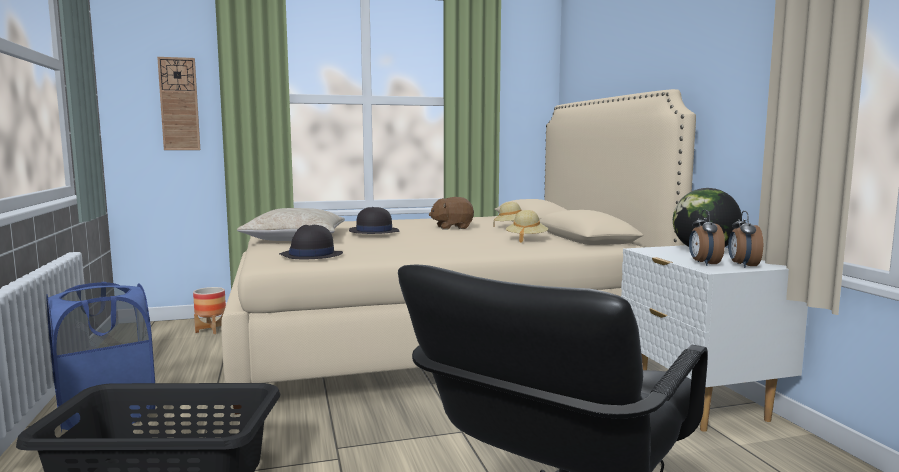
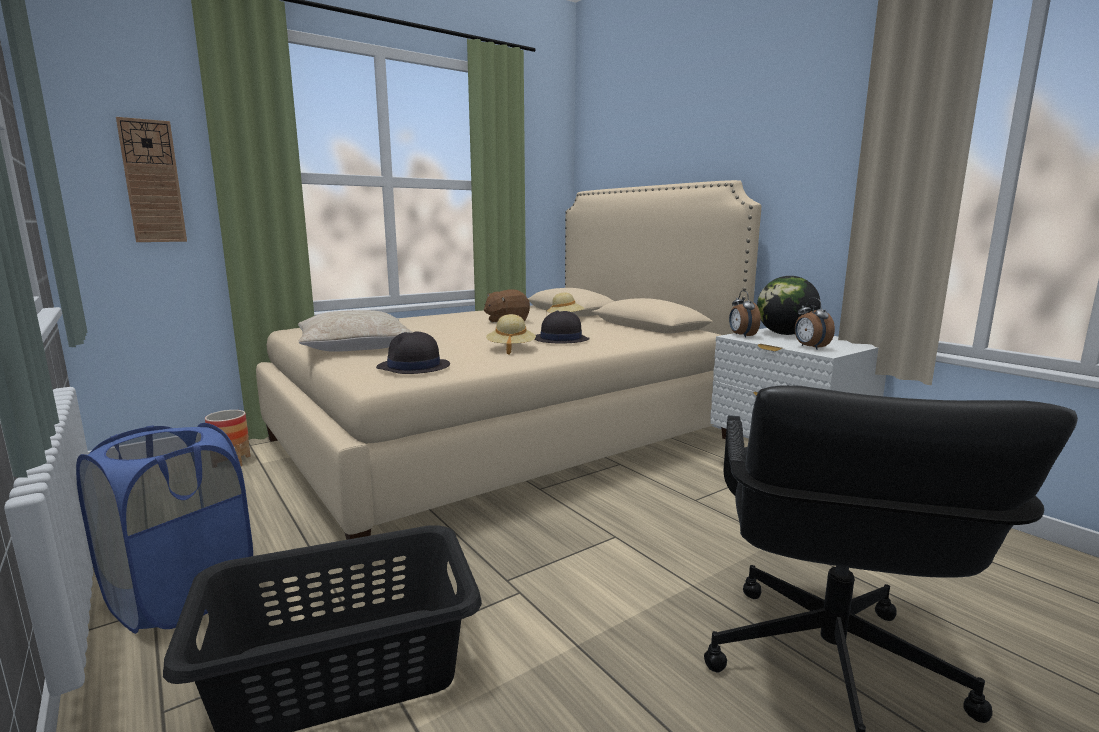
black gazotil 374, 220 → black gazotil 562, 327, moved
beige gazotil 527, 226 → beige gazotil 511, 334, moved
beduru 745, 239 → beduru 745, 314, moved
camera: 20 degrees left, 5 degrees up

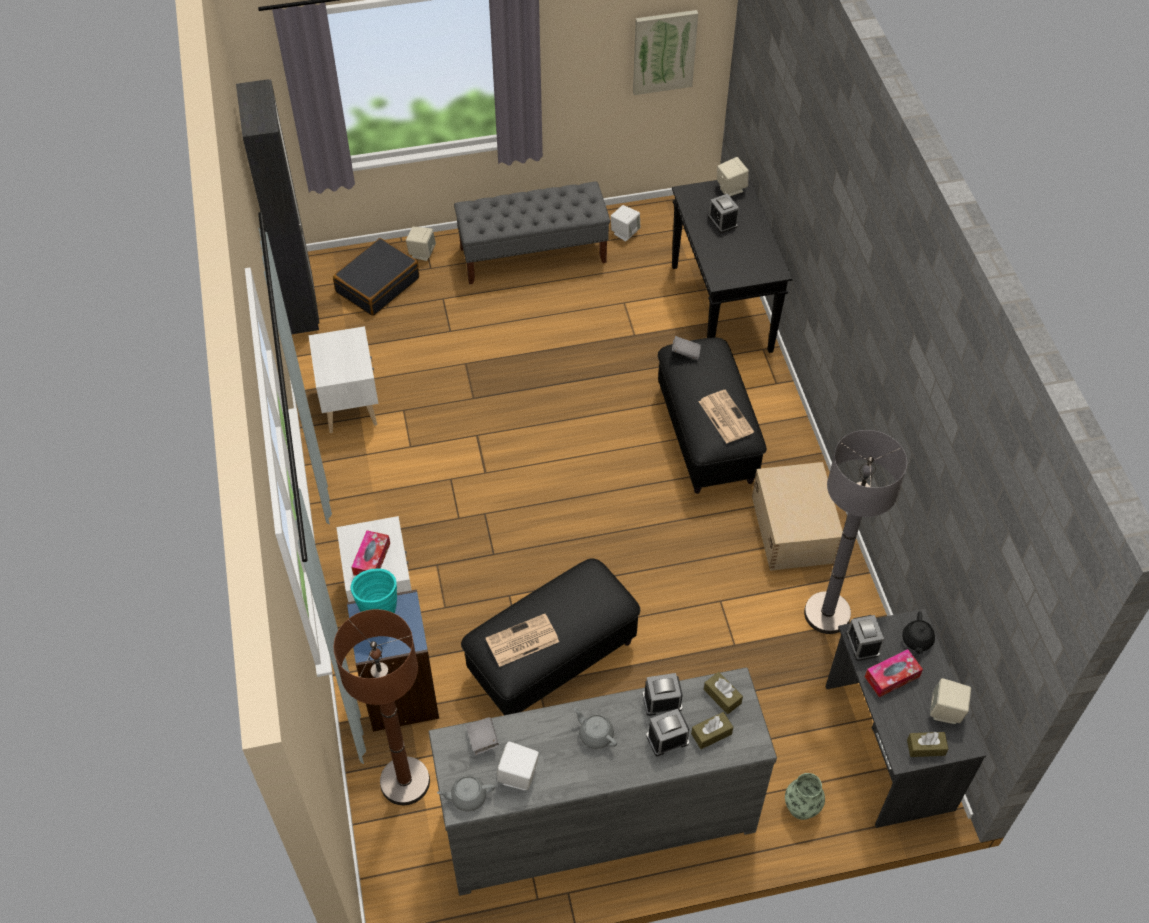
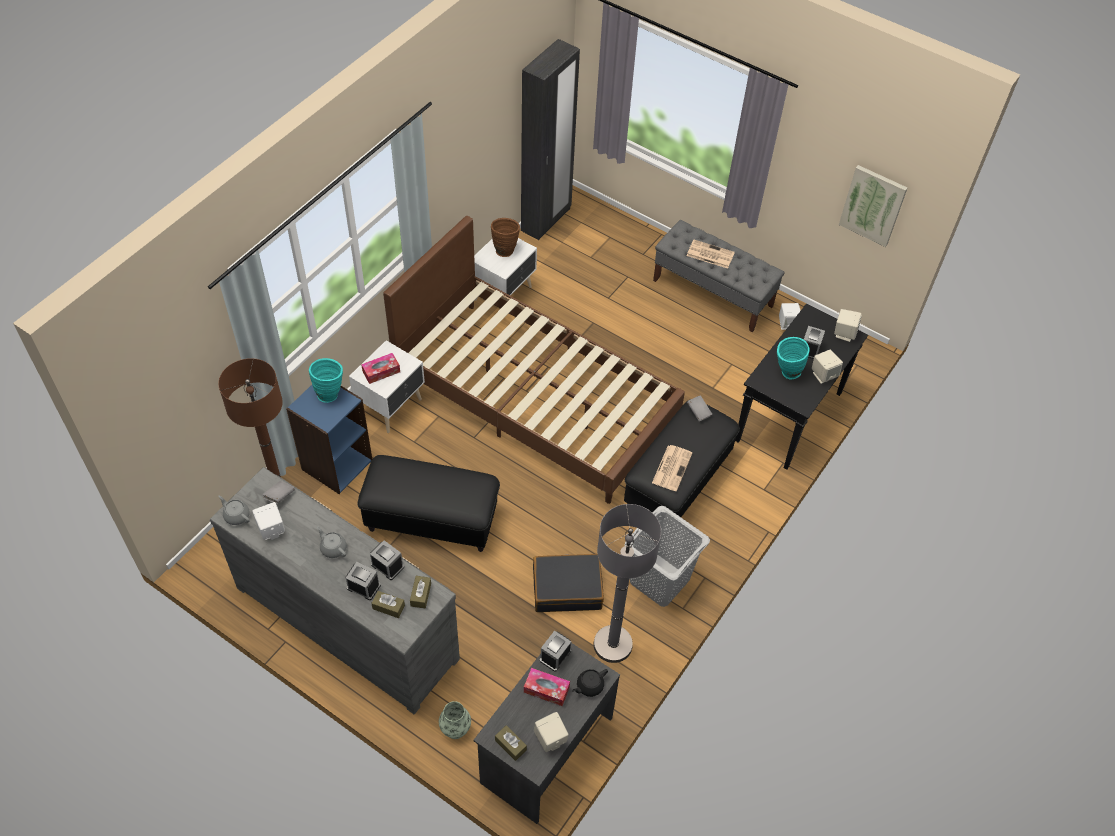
- → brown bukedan 534, 360
- → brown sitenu 505, 237
- → turquoise sitenu 793, 358
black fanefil 376, 277 → black fanefil 568, 583, moved
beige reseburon 421, 244 → beige reseburon 827, 367, moved
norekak 522, 640 → norekak 711, 254, moved
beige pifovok 797, 516 → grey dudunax 667, 556
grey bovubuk 595, 728 → grey bovubuk 332, 542, 45 degrees counterclockwise
camera: 45 degrees right, 0 degrees up

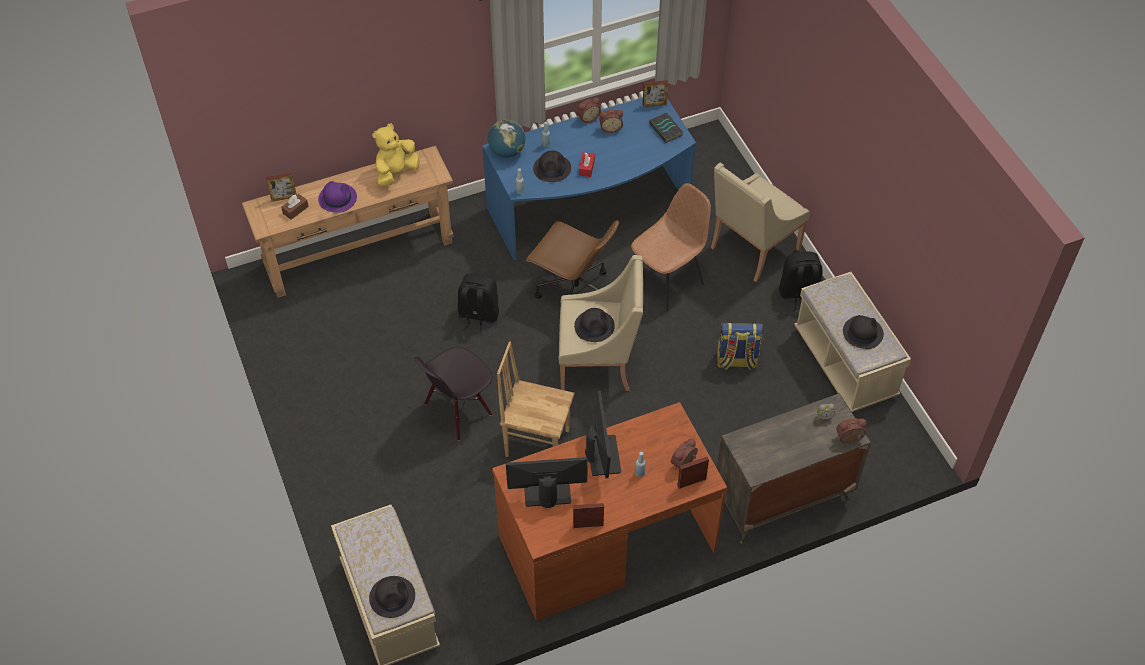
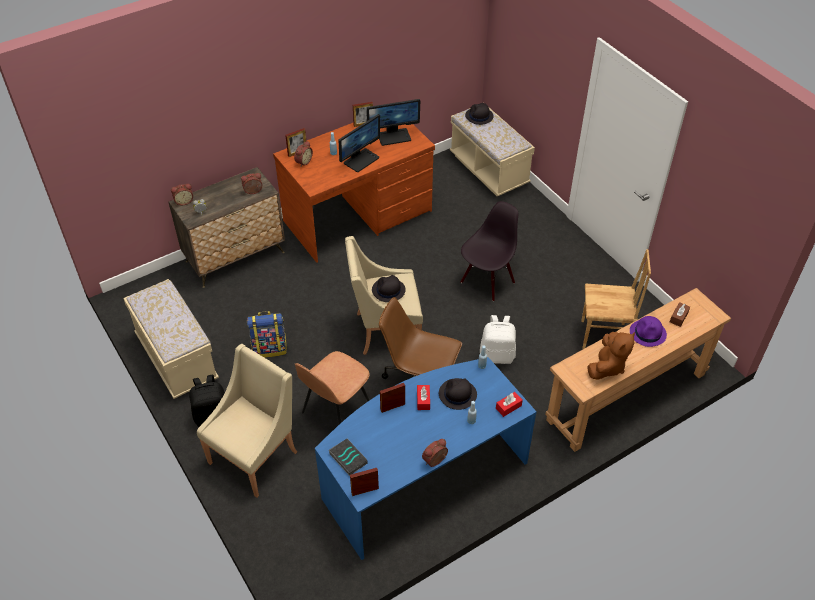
black gazotil 863, 332 → -
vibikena 281, 187 → vibikena 392, 398, moved
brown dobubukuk 535, 399 → brown dobubukuk 616, 299, moved
beduru 611, 121 → beduru 252, 183, moved
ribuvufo 506, 139 → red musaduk 509, 404
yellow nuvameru 396, 155 → brown nuvameru 611, 356
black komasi 478, 303 → white komasi 498, 339
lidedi 603, 434 → lidedi 359, 143, 120 degrees counterclockwise
camera: 170 degrees right, 5 degrees down

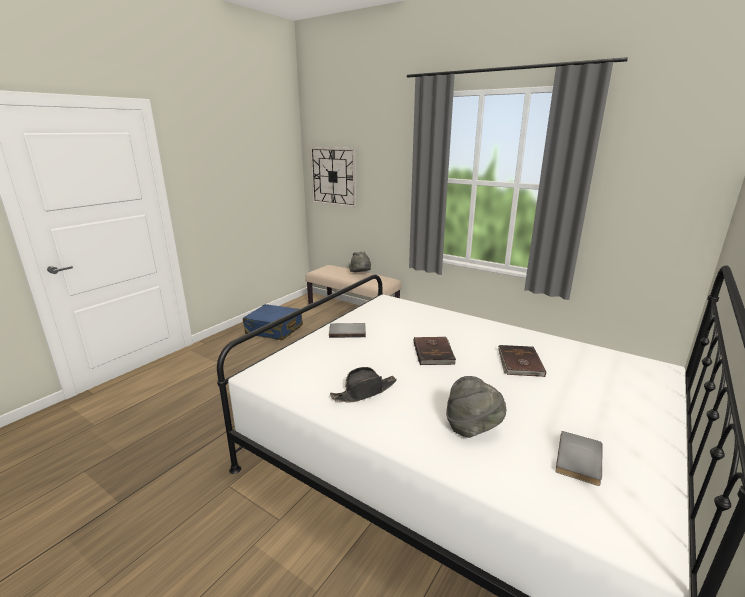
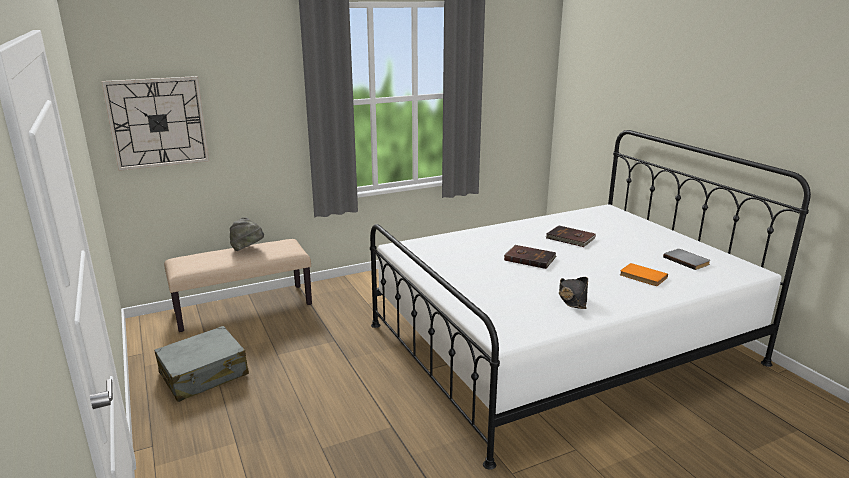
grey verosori 347, 330 → -
grey gazotil 476, 407 → orange verosori 644, 274
blue fanefil 273, 322 → grey fanefil 201, 364
camera: 60 degrees left, 0 degrees up

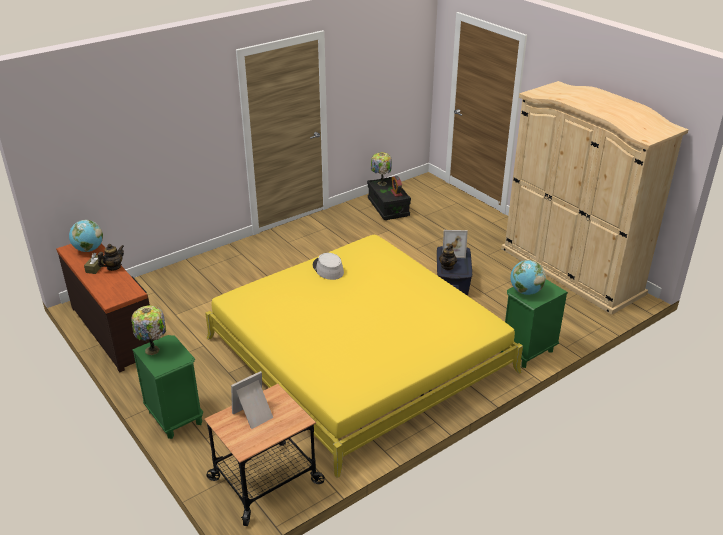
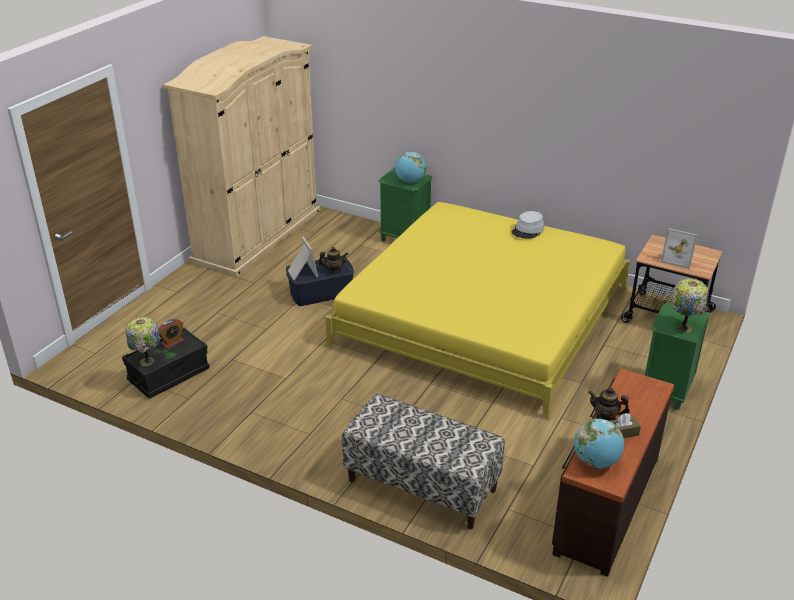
- → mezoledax 423, 461
grey gazotil 328, 266 → grey gazotil 528, 225, moved
camera: 115 degrees left, 0 degrees up

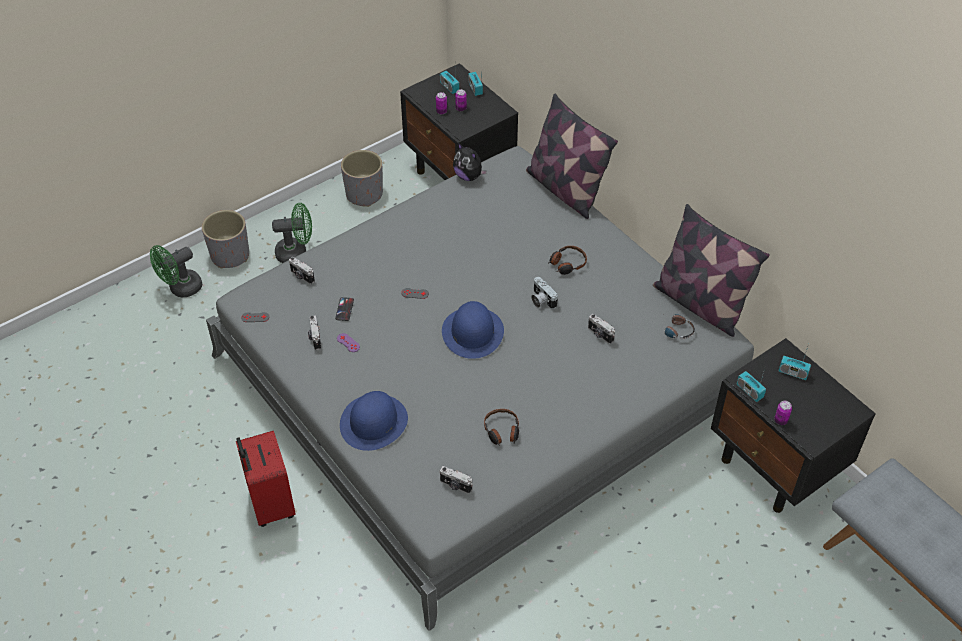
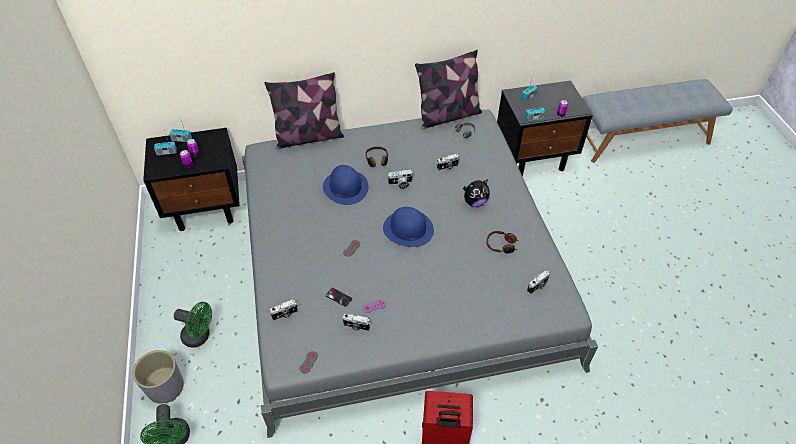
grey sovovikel 362, 178 → -
blue gazotil 374, 421 → blue gazotil 346, 185, moved
nuvameru 470, 162 → nuvameru 476, 193, moved
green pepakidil 292, 233 → green pepakidil 193, 325, 90 degrees clockwise
camera: 65 degrees left, 0 degrees up

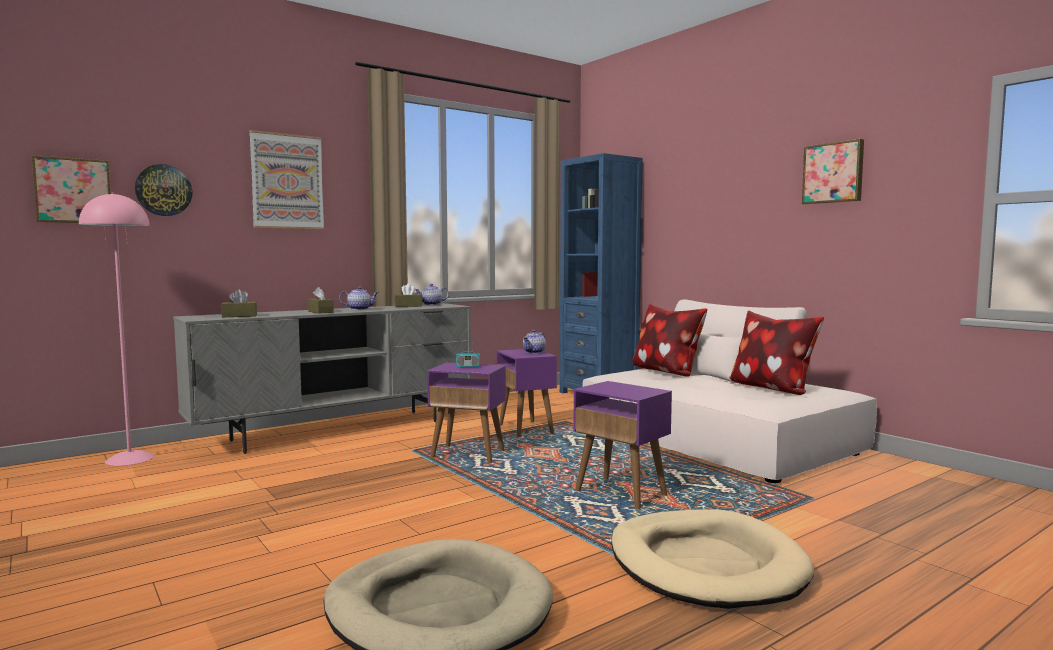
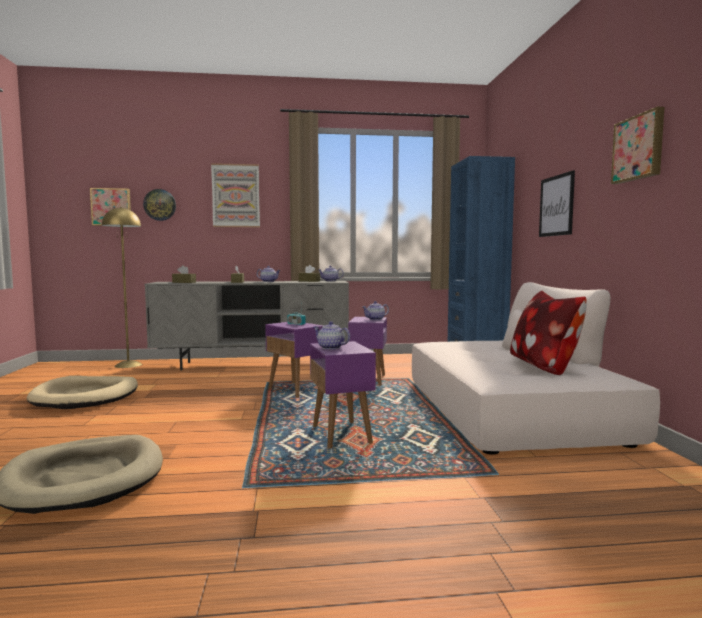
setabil 669, 340 → -
- → bovubuk 332, 335
- → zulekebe 557, 203
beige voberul 712, 559 → beige voberul 82, 392, moved
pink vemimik 116, 329 → yellow vemimik 122, 287
camera: 30 degrees right, 0 degrees up

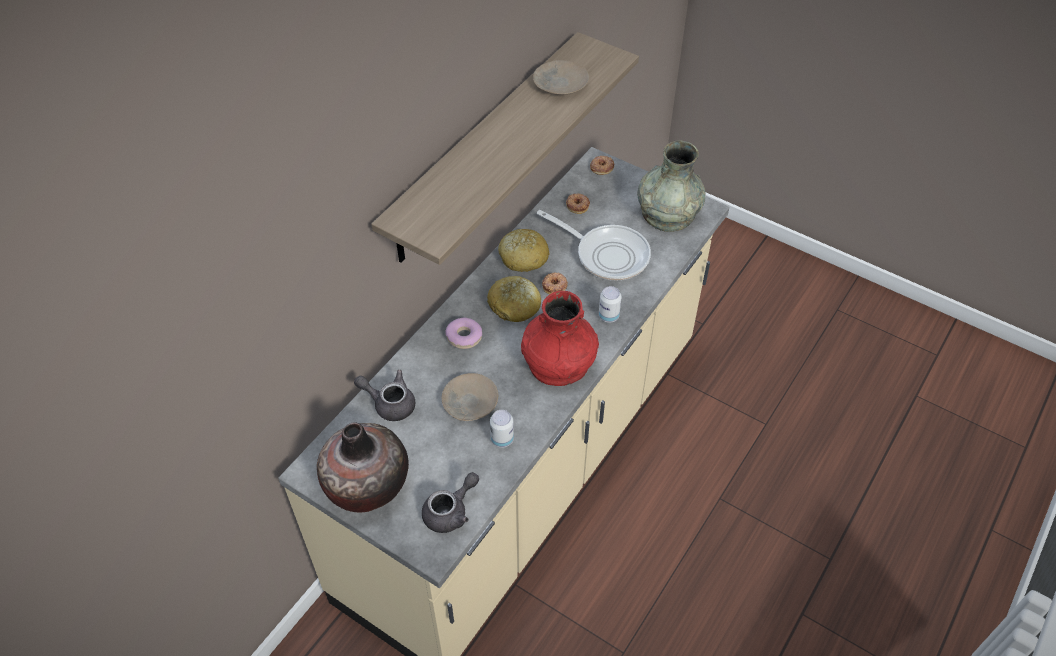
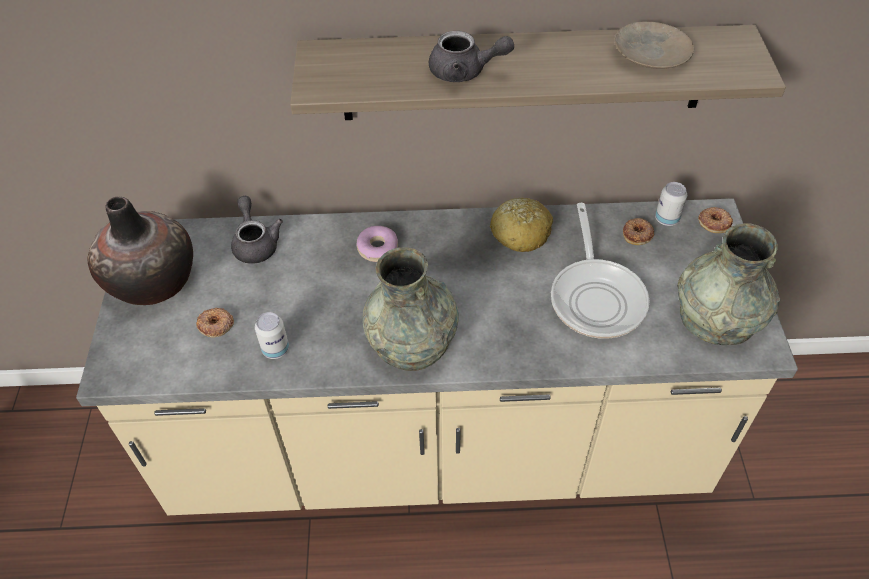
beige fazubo 470, 397 → -
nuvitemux 514, 299 → -
grey bovubuk 450, 502 → grey bovubuk 471, 56, moved
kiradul 555, 283 → kiradul 215, 322, moved
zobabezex 610, 304 → zobabezex 671, 204, moved
red sitenu 560, 338 → grey sitenu 411, 309
camera: 55 degrees right, 0 degrees up

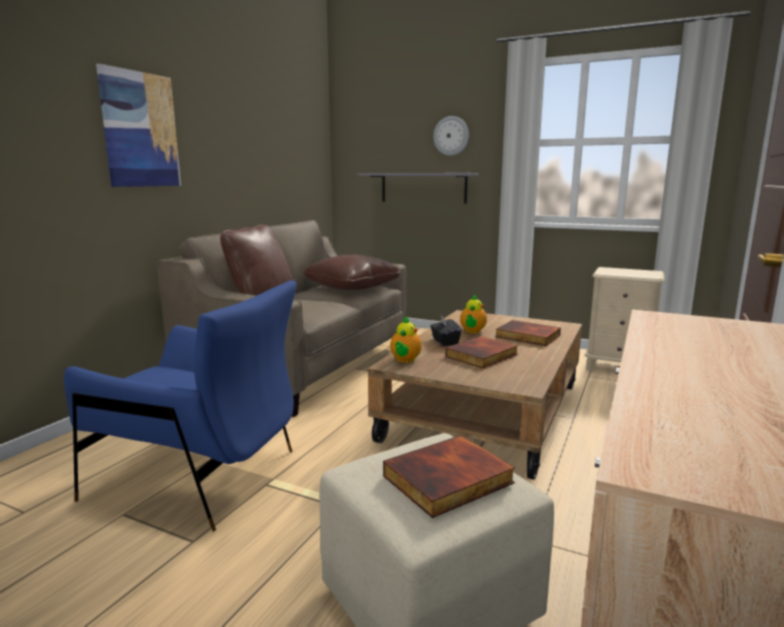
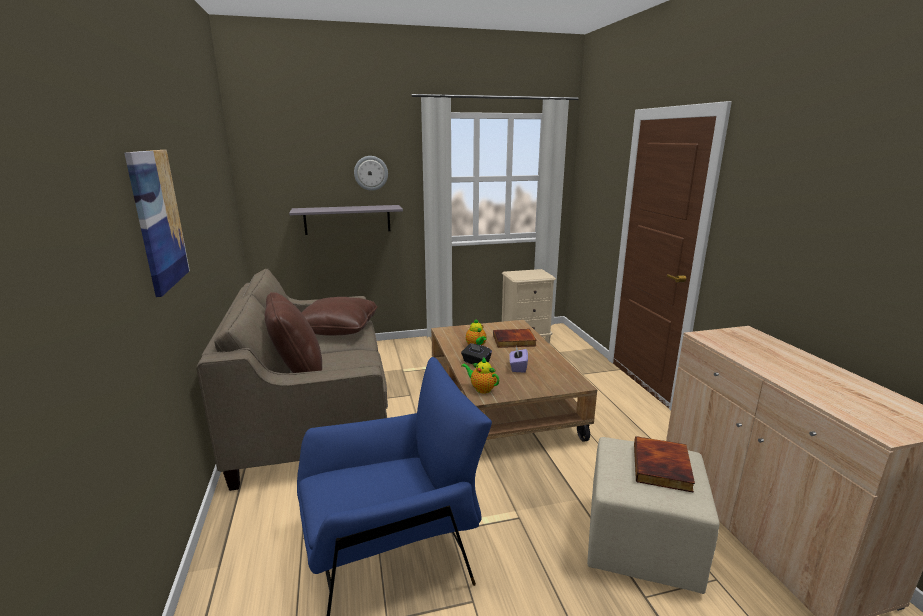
verosori 482, 352 → purple musaduk 518, 359
bovubuk 406, 339 → bovubuk 480, 375, 150 degrees clockwise
camera: 40 degrees left, 5 degrees up

